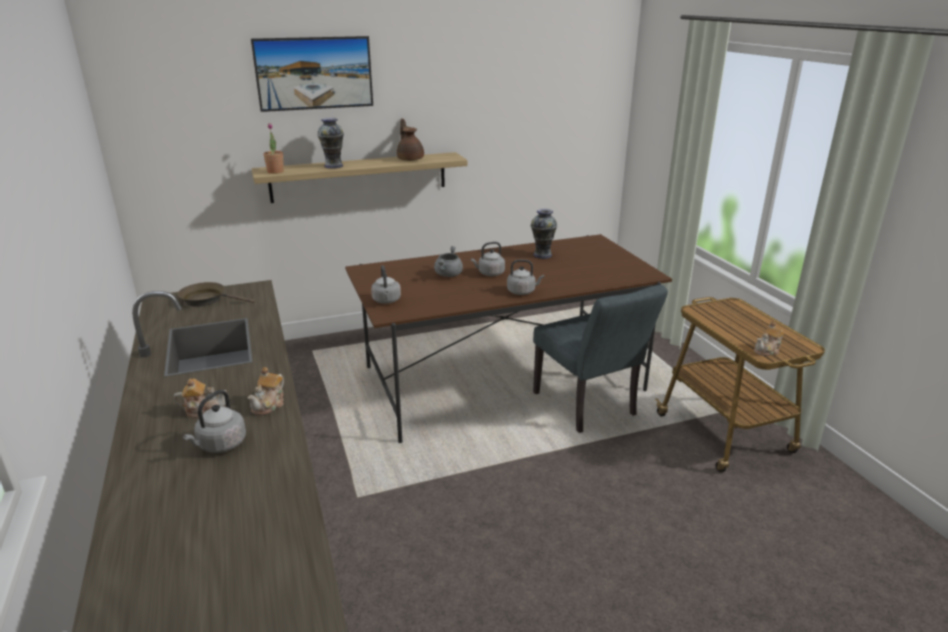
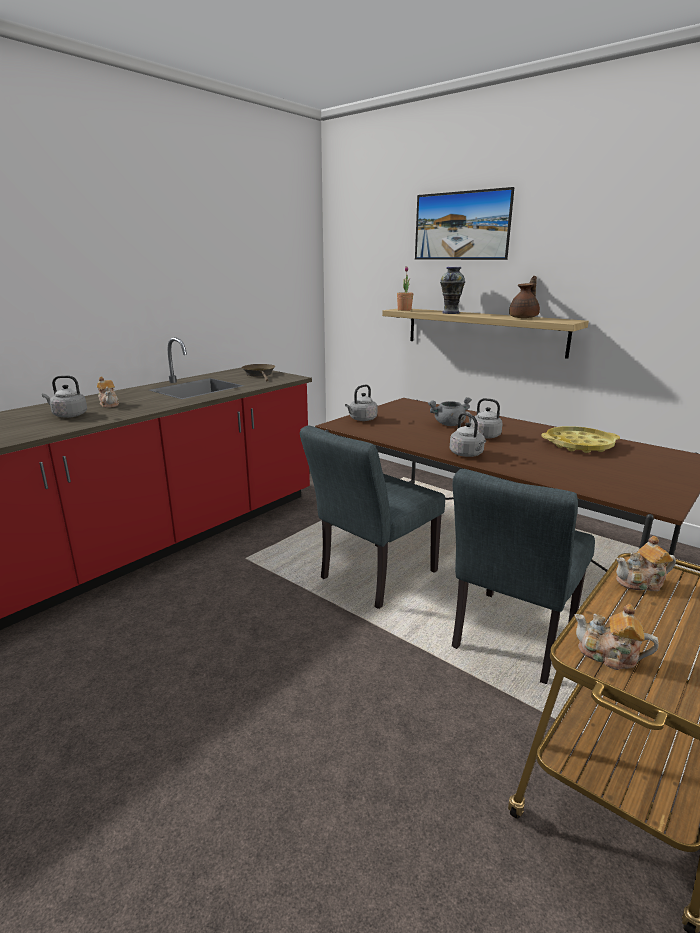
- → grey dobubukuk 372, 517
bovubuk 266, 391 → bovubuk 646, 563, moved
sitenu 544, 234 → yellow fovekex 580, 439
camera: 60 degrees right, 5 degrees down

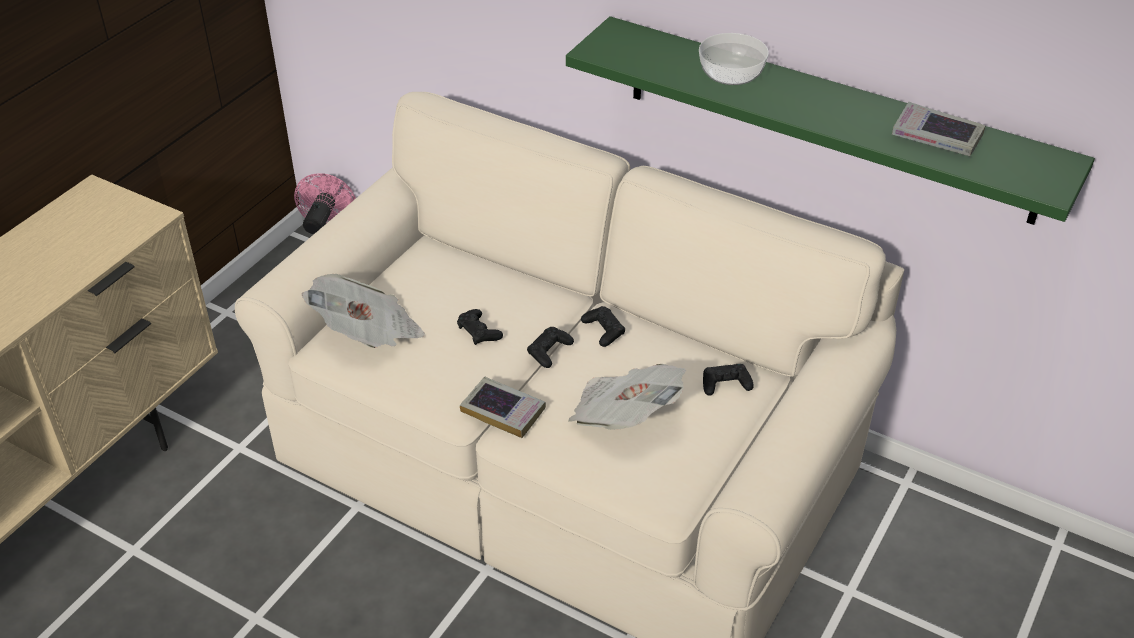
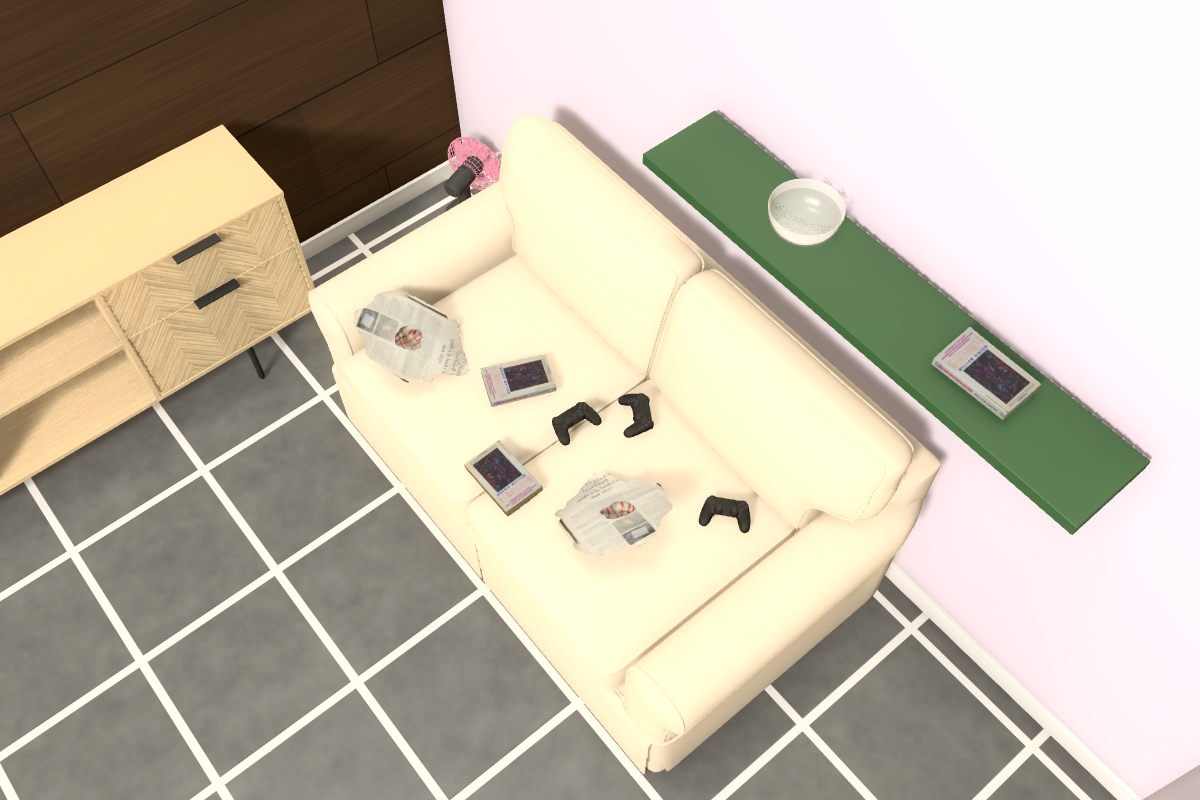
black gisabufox 480, 327 → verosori 518, 380
camera: 20 degrees right, 15 degrees up

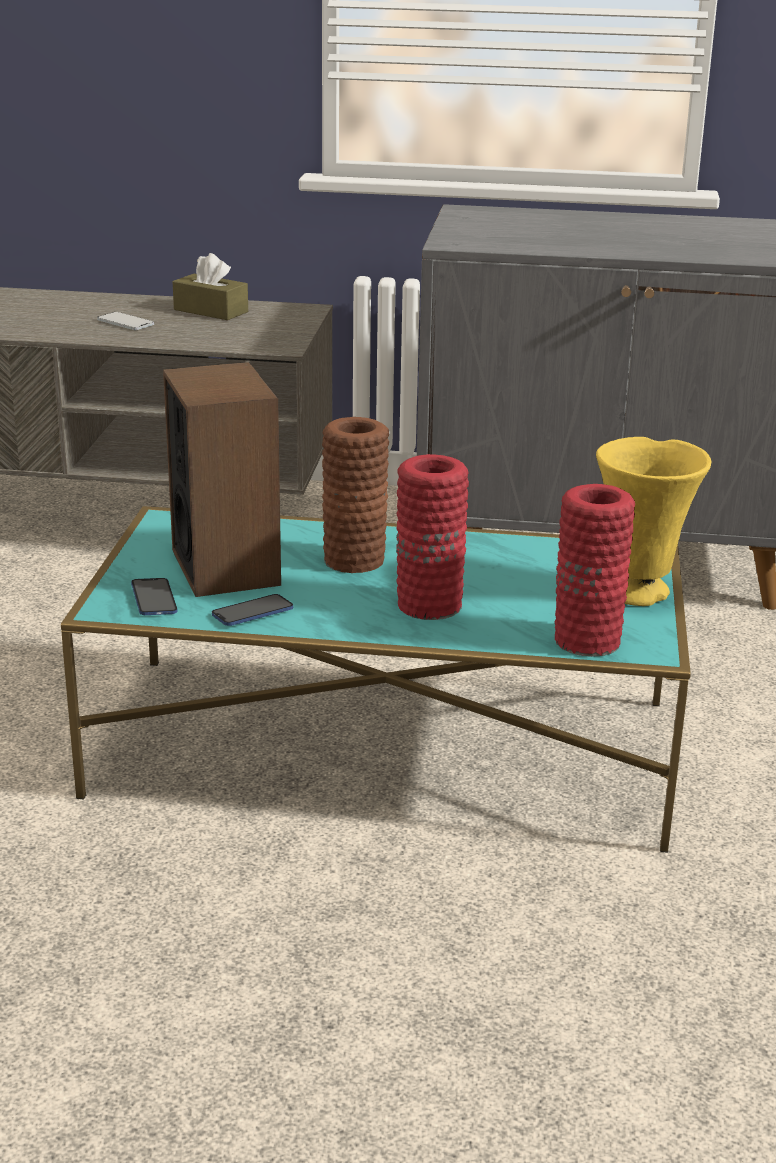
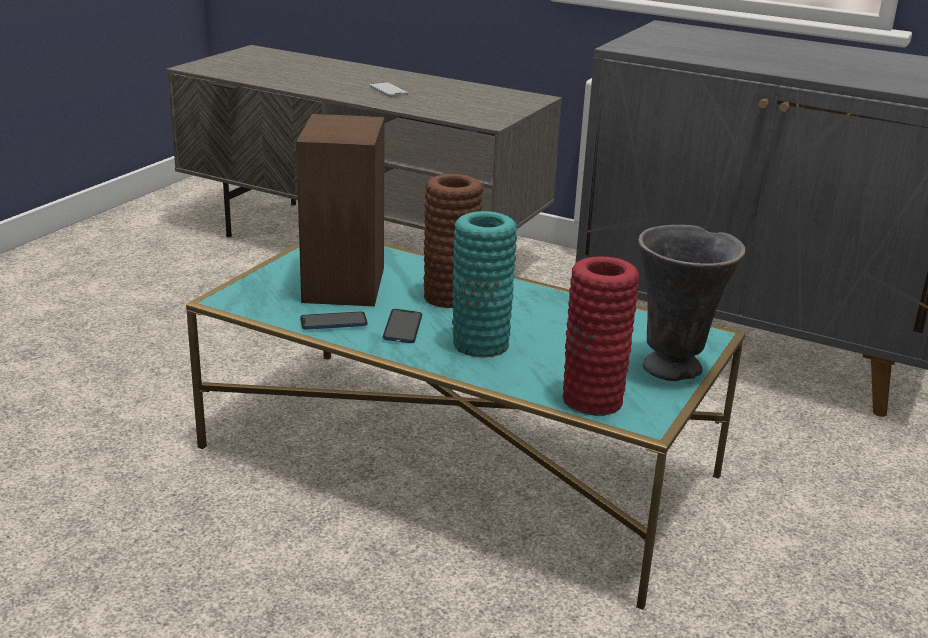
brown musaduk 210, 286 → -
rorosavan 154, 596 → rorosavan 402, 326, moved
red sitenu 432, 537 → turquoise sitenu 484, 284
yellow sitenu 654, 521 → grey sitenu 692, 303
camera: 20 degrees right, 0 degrees up

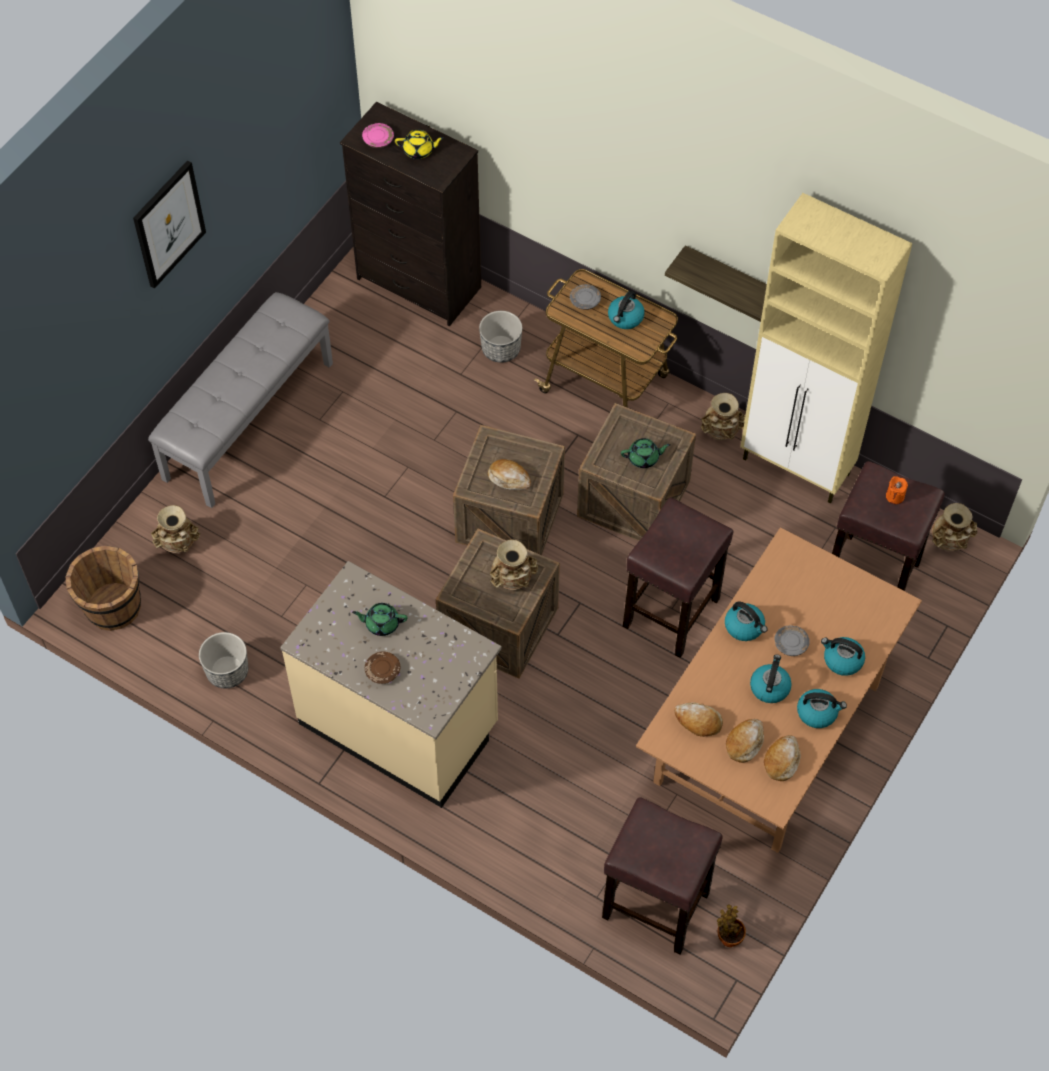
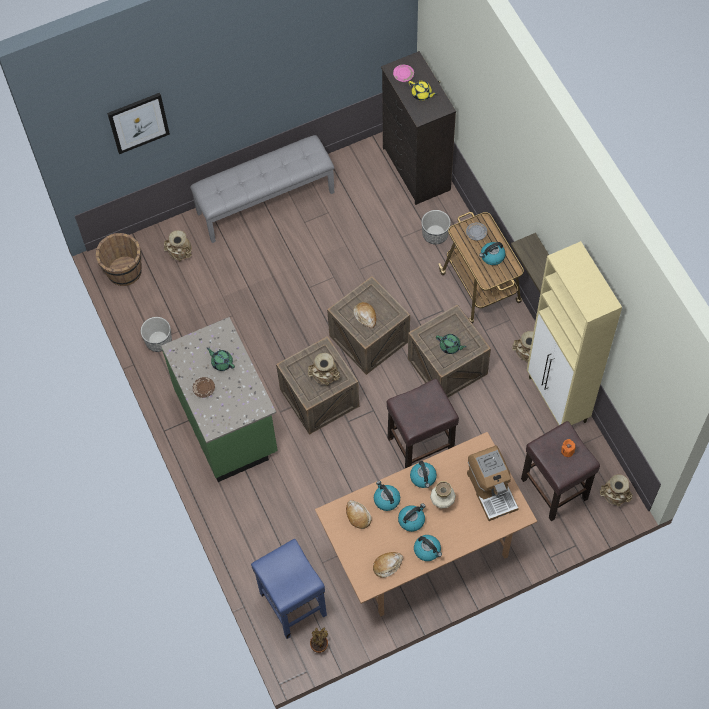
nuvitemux 745, 741 → -
- → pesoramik 493, 483
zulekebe 169, 224 → zulekebe 138, 123, moved
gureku 843, 656 → gureku 387, 496, moved
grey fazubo 792, 640 → sitenu 443, 495
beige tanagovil 391, 684 → green tanagovil 219, 399
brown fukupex 662, 876 → blue fukupex 289, 589
camera: 35 degrees right, 5 degrees up

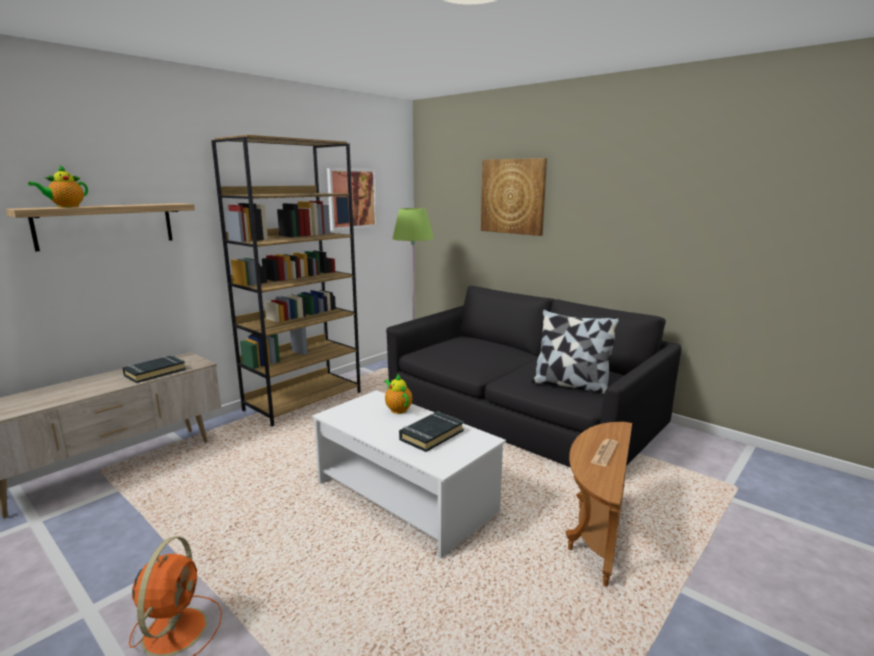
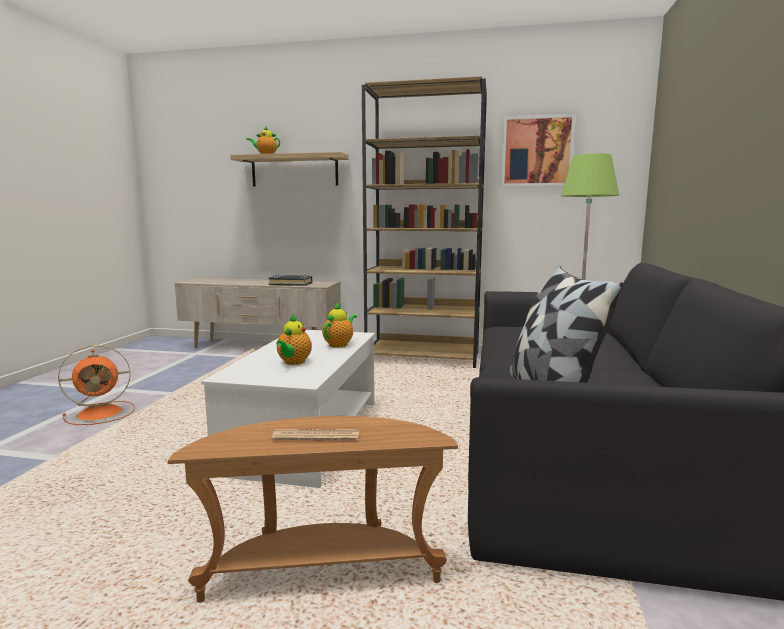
zulekebe 514, 197 → -
black verosori 431, 432 → bovubuk 294, 339
camera: 60 degrees right, 5 degrees down

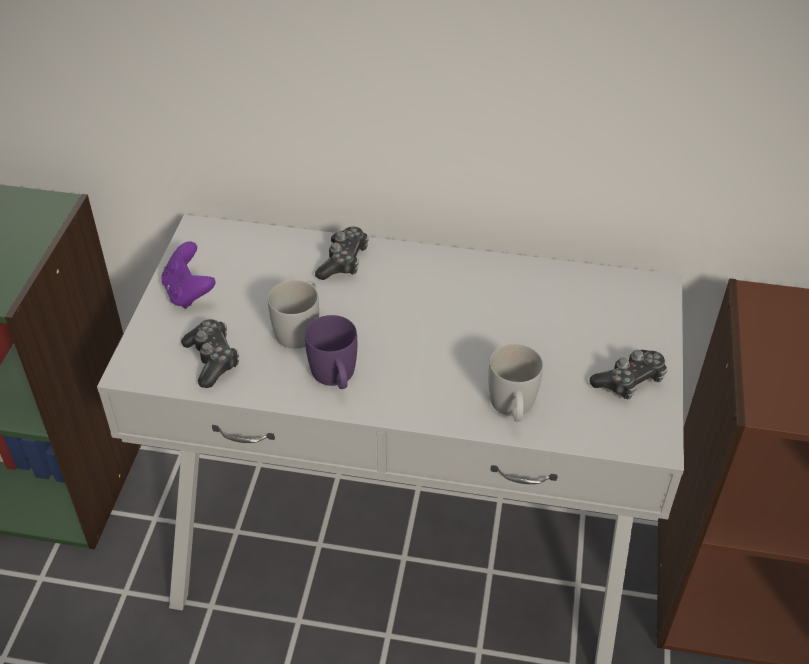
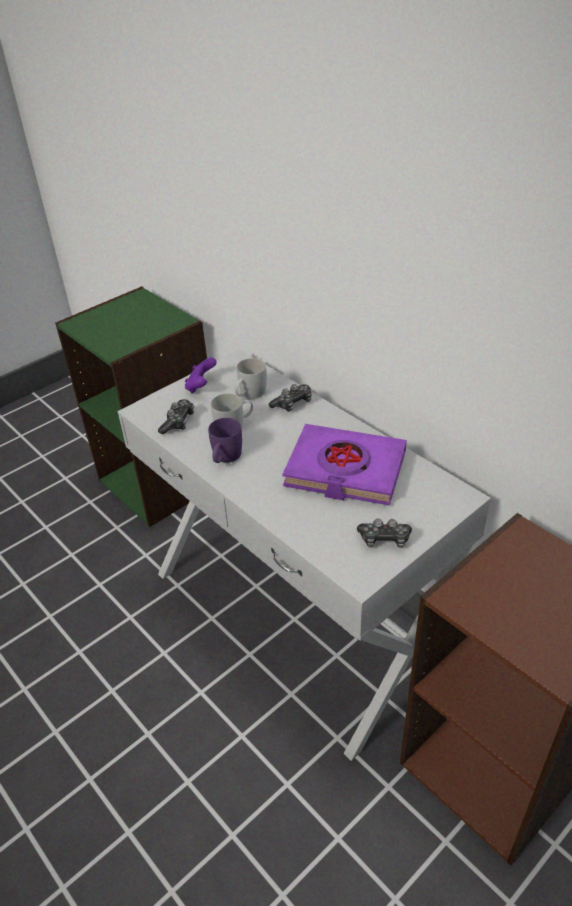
- → purple verosori 345, 465
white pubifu 515, 383 → white pubifu 251, 378, moved
camera: 40 degrees right, 5 degrees down

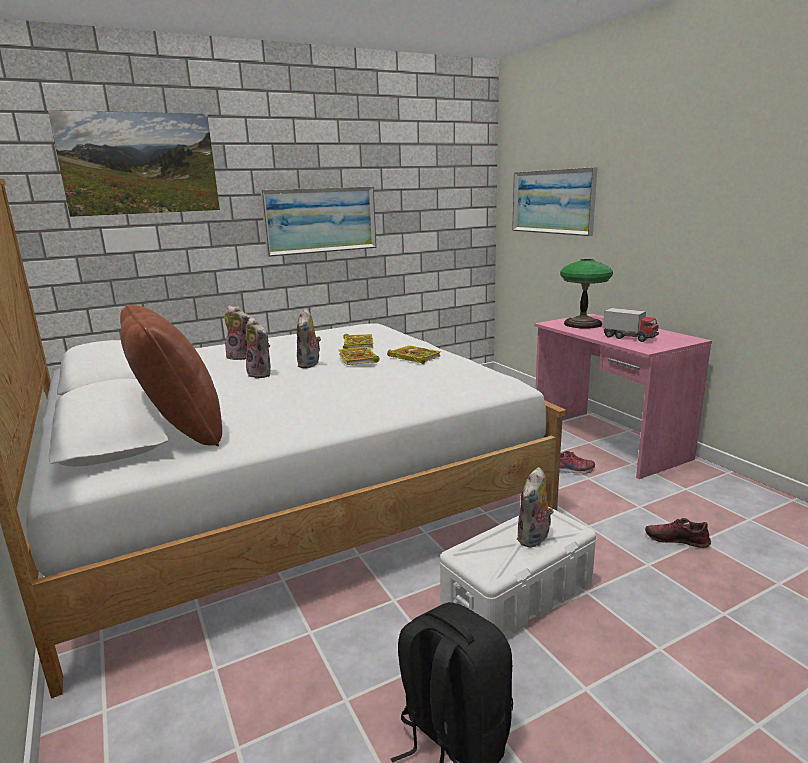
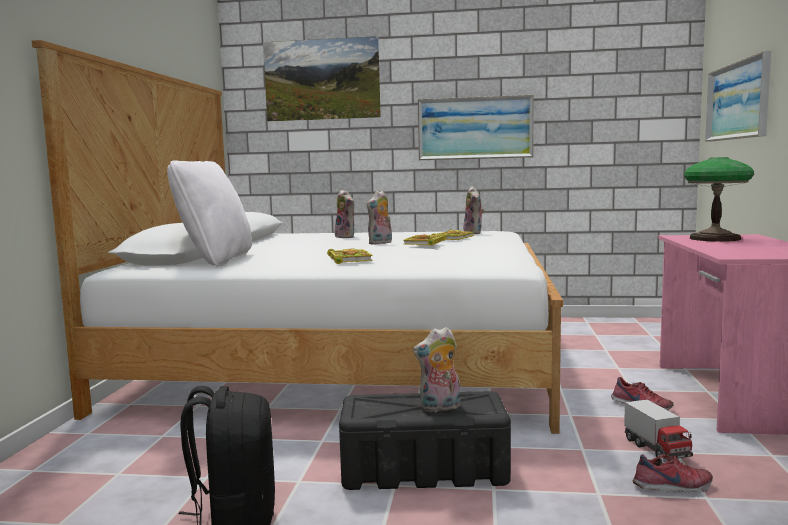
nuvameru 258, 347 → nuvameru 473, 210, moved
verosori 414, 354 → verosori 350, 256, moved
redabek 631, 325 → redabek 658, 429, moved
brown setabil 171, 375 → white setabil 209, 213
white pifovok 518, 570 → black pifovok 425, 440
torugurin 678, 533 → torugurin 673, 473, 120 degrees clockwise
camera: 35 degrees right, 10 degrees down

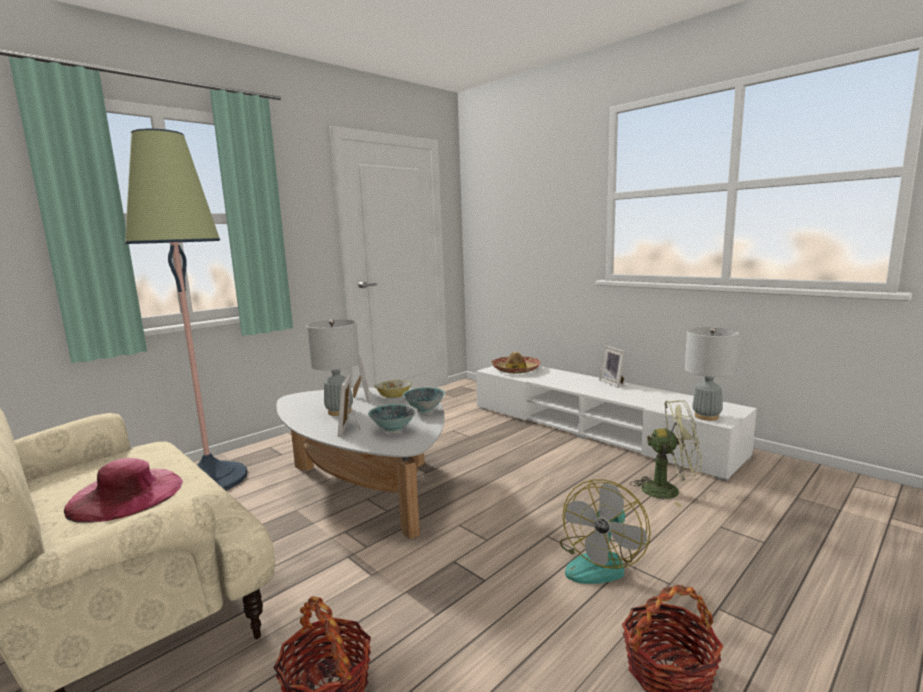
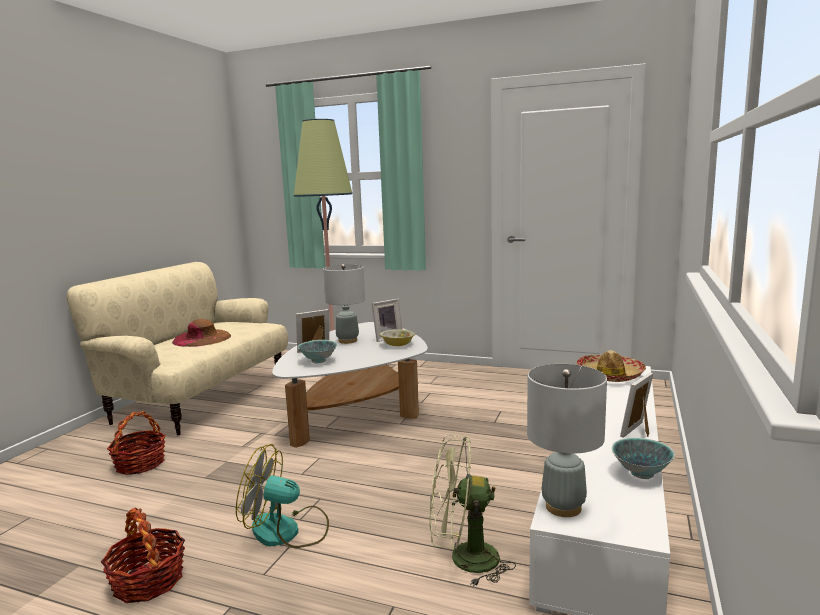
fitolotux 424, 400 → fitolotux 643, 458, moved
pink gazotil 123, 490 → brown gazotil 201, 333
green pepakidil 666, 453 → green pepakidil 473, 511, 105 degrees clockwise
camera: 65 degrees right, 0 degrees up

